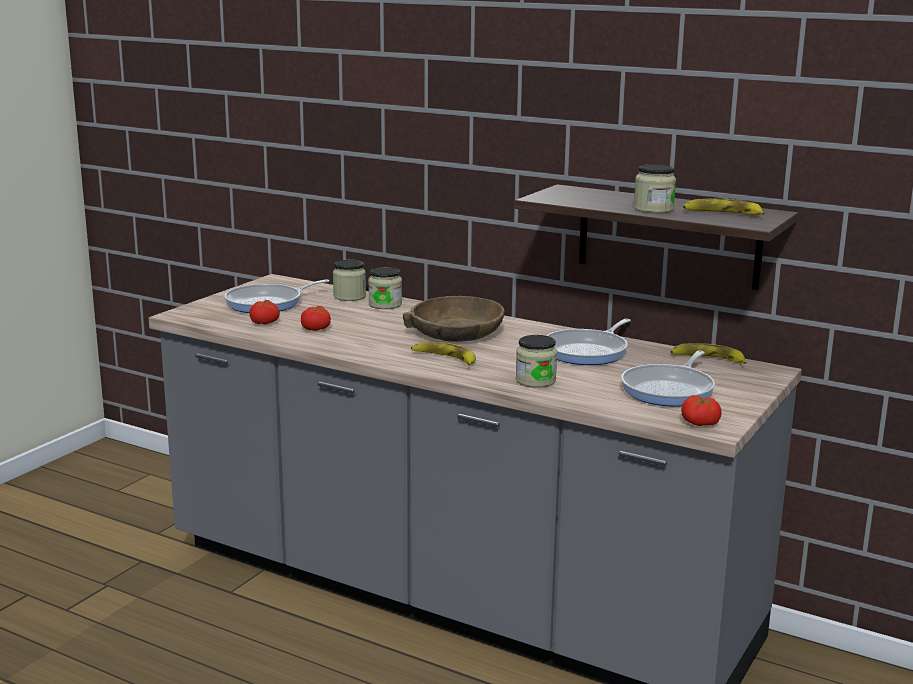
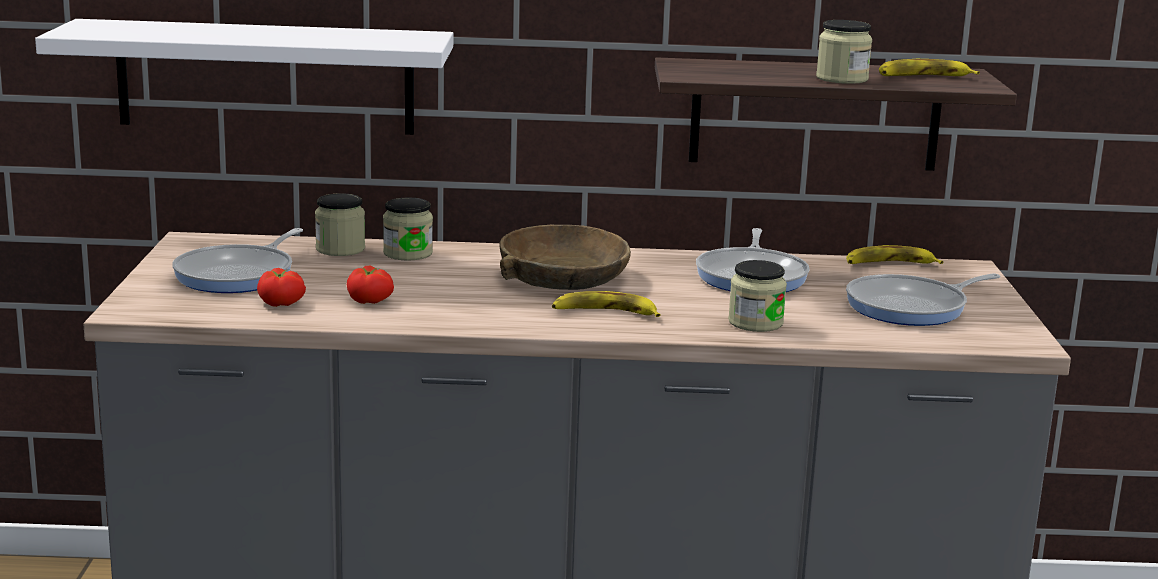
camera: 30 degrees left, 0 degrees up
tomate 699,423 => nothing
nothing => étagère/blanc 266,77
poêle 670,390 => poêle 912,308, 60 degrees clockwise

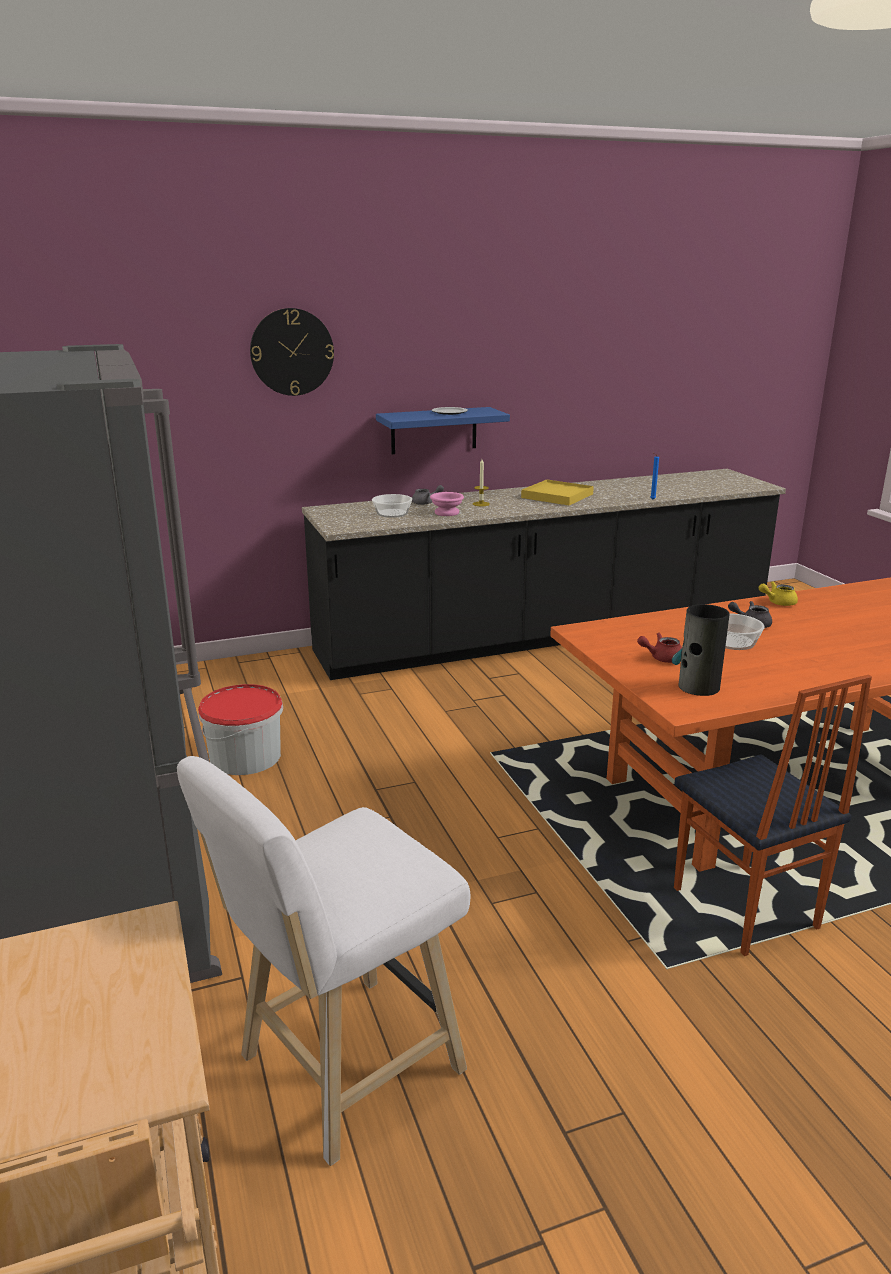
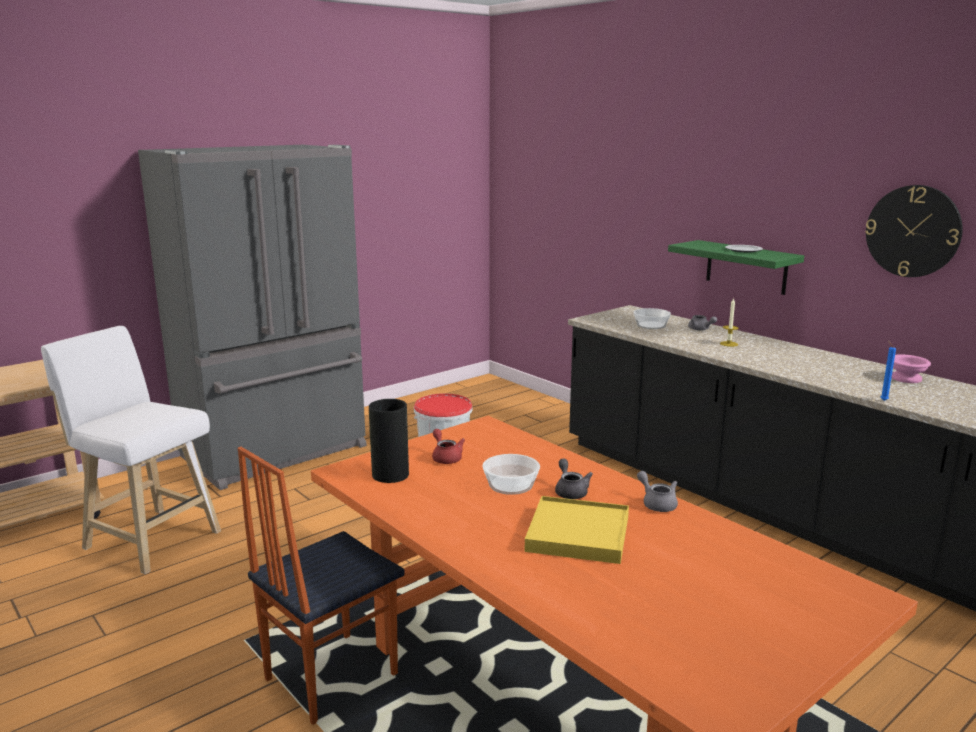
camera: 70 degrees right, 5 degrees down
horloge murale 292,352 => horloge murale 913,231, relocated
bol/rose 448,513 => bol/rose 907,379, relocated
plateau/jaune 557,496 => plateau/jaune 578,534, relocated
étagère/bleu 434,430 => étagère/vert 746,267
théière/jaune 777,602 => théière/gris 657,503

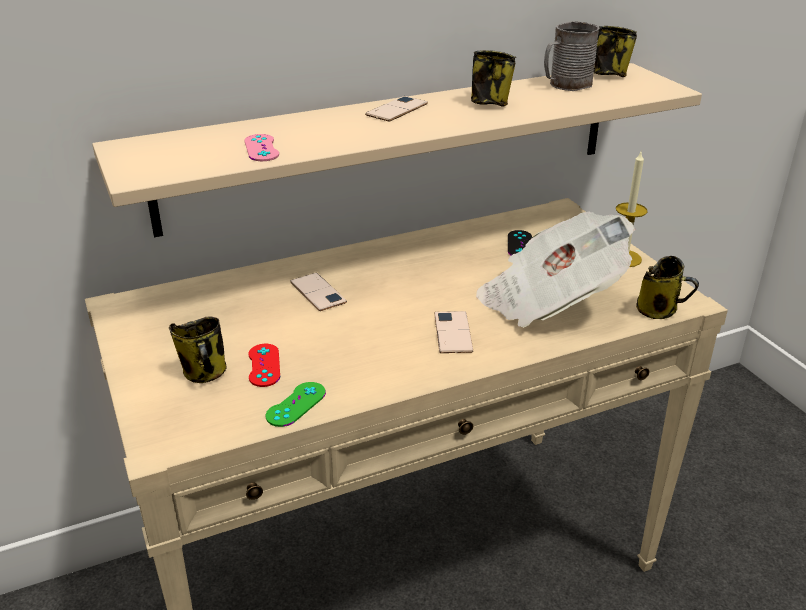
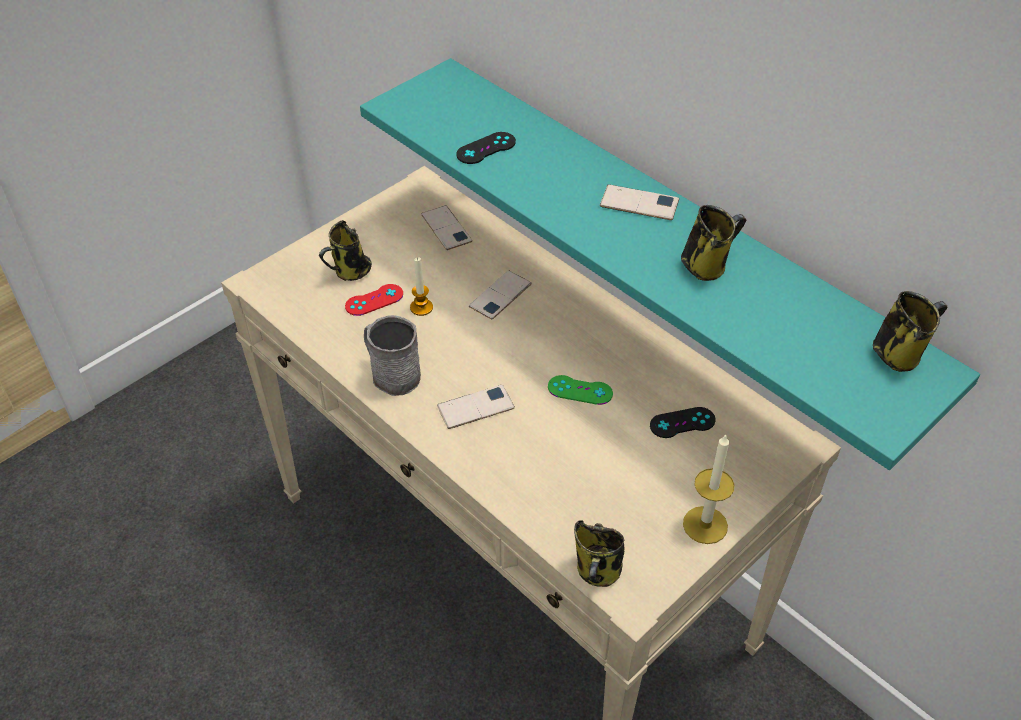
camera: 70 degrees right, 15 degrees up
journal 549,300 => nothing
nothing => bougie 421,307
nothing => téléphone 446,228
manette/vert 296,404 => manette/vert 580,390, relocated
mug/gris 565,85 => mug/gris 391,374, relocated
étagère/beige 394,145 => étagère/turquoise 671,236
manette/rose 261,148 => manette/noir 486,148

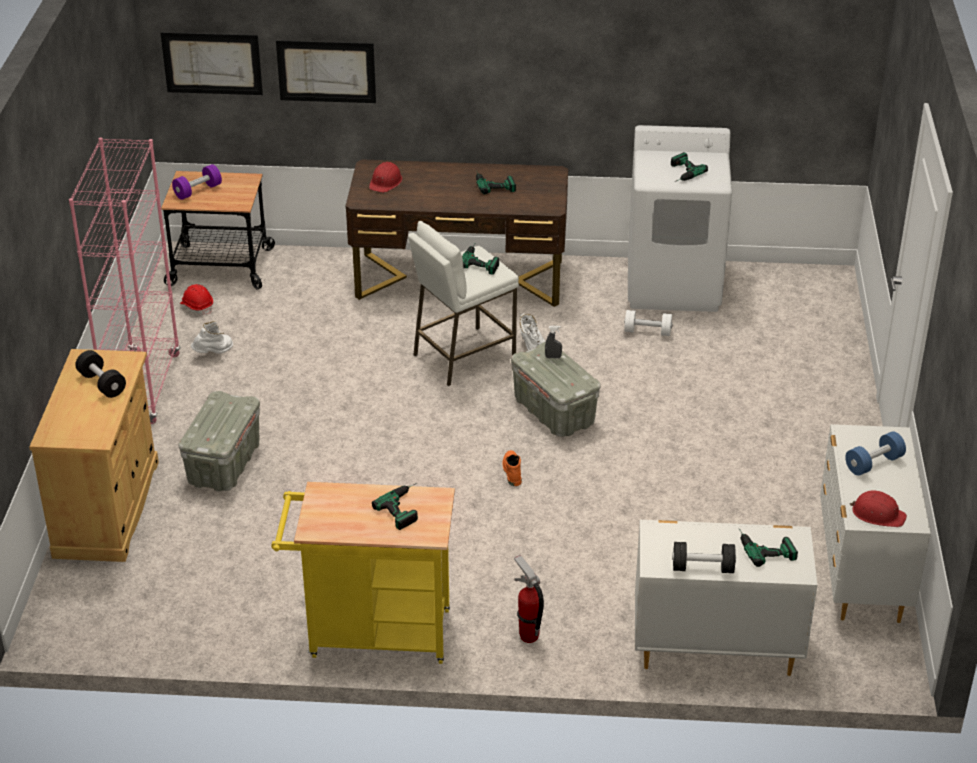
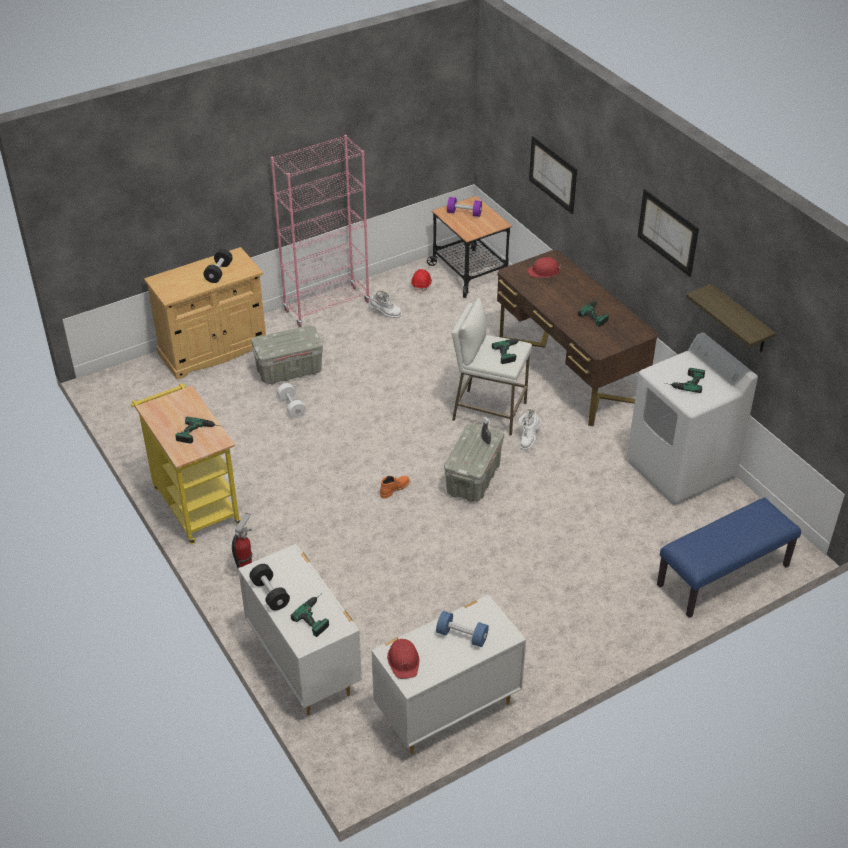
camera: 55 degrees right, 5 degrees up
nothing => banc/bleu 723,576
nothing => étagère 740,320
tableau 212,63 => tableau 667,232, relocated
haltère/blanc 647,332 => haltère/blanc 291,407, relocated

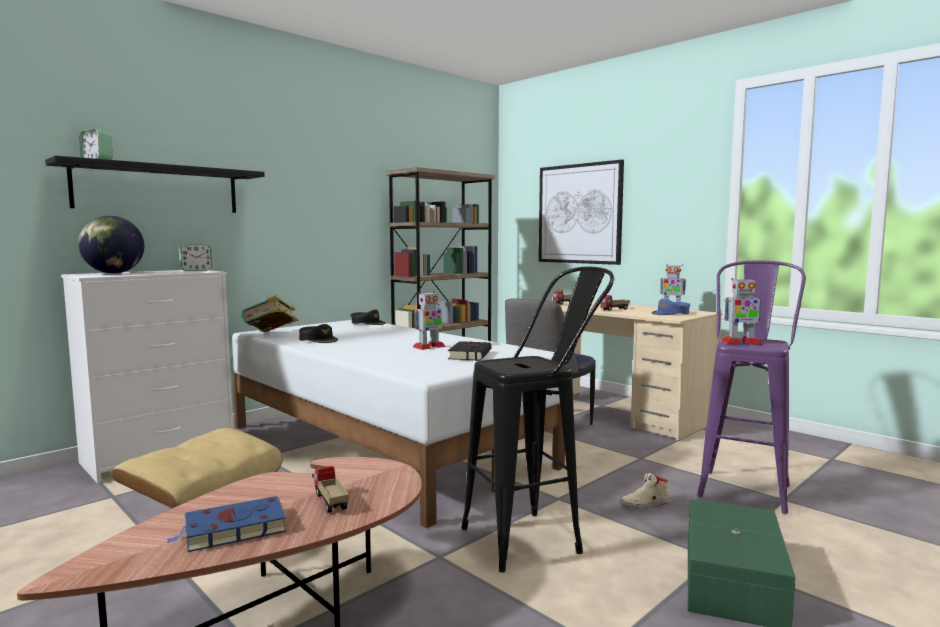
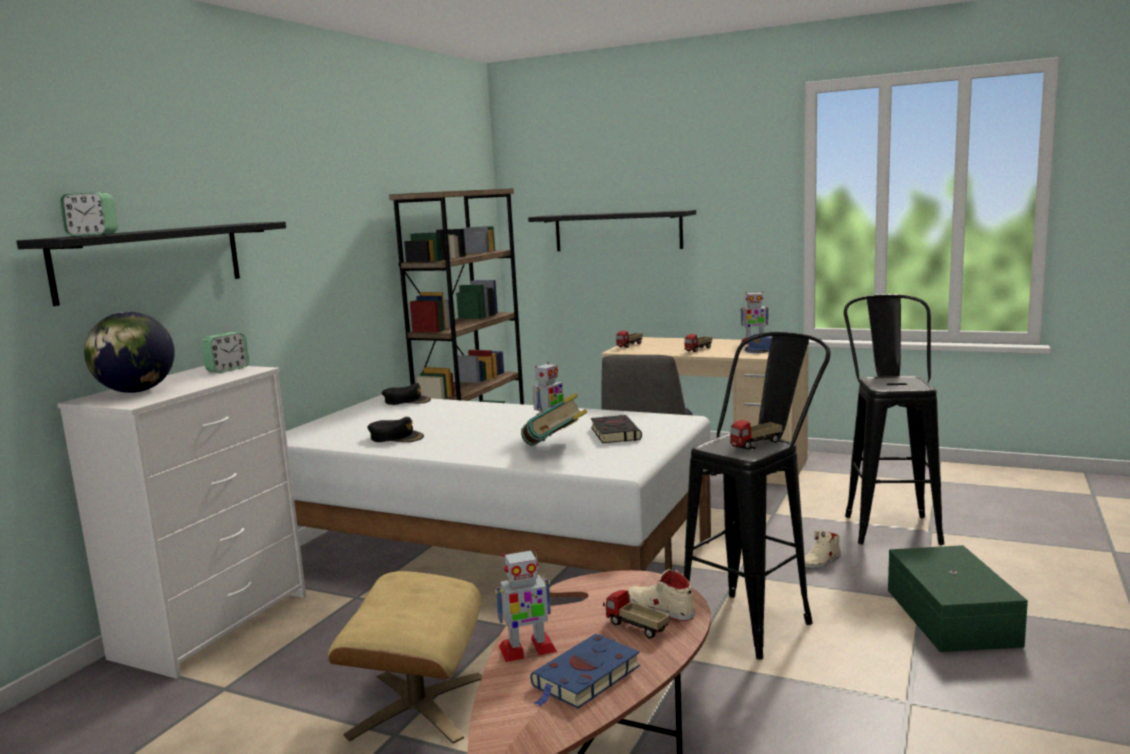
camera: 20 degrees left, 5 degrees up
nothing => chaussure/beige 659,608
nothing => camion jouet 756,444
livre 271,334 => livre 555,448, relocated
robot jouet 740,342 => robot jouet 527,649, relocated
tableau 579,214 => étagère/noir 617,231
tabouret/violet 745,485 => tabouret/noir 888,524

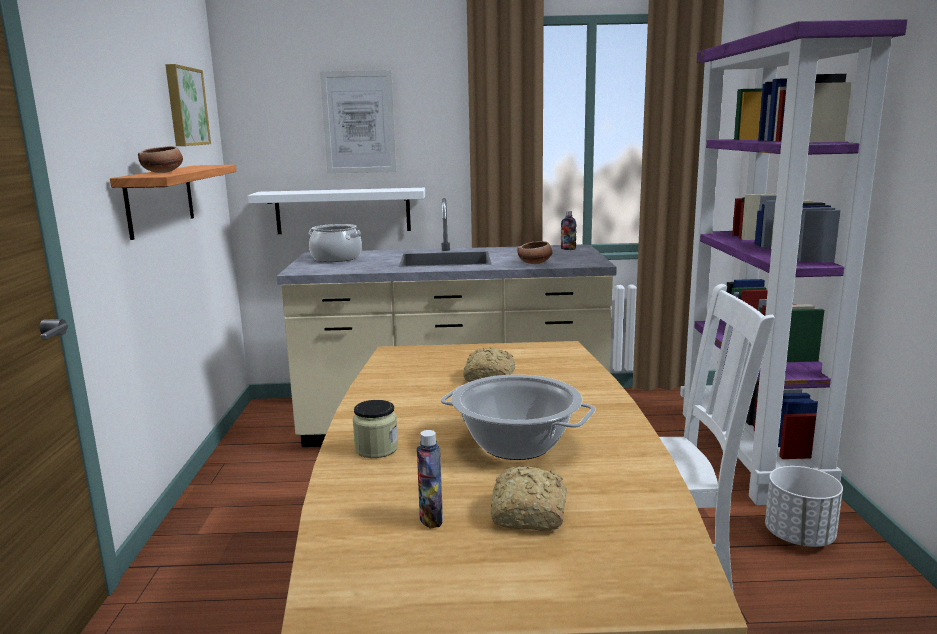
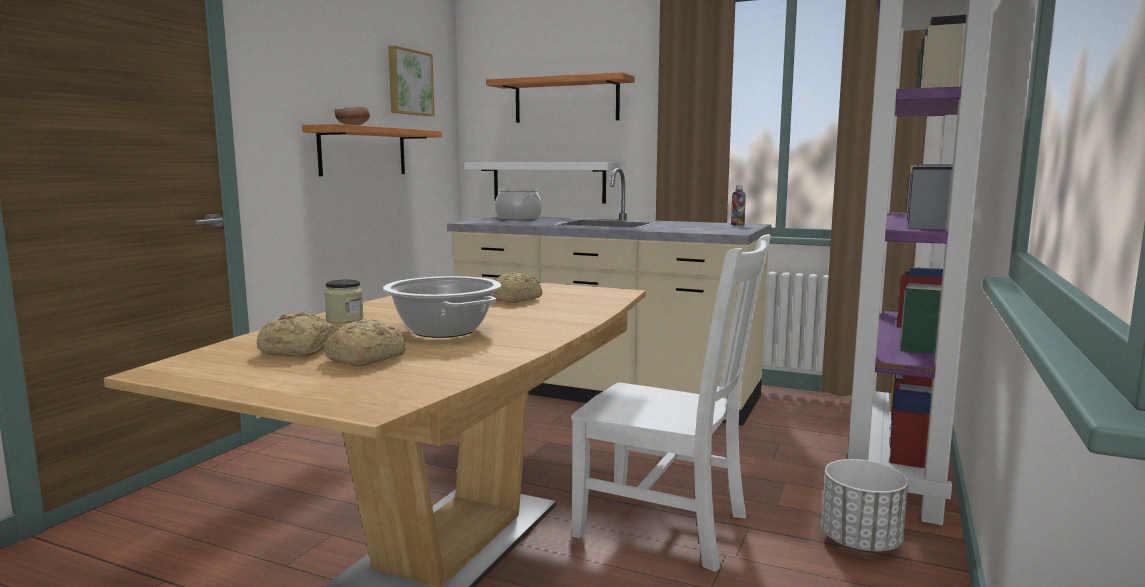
camera: 25 degrees right, 5 degrees down
bol 536,263 => nothing
tableau 359,122 => étagère 566,100
bouteille 431,519 => pain 299,351

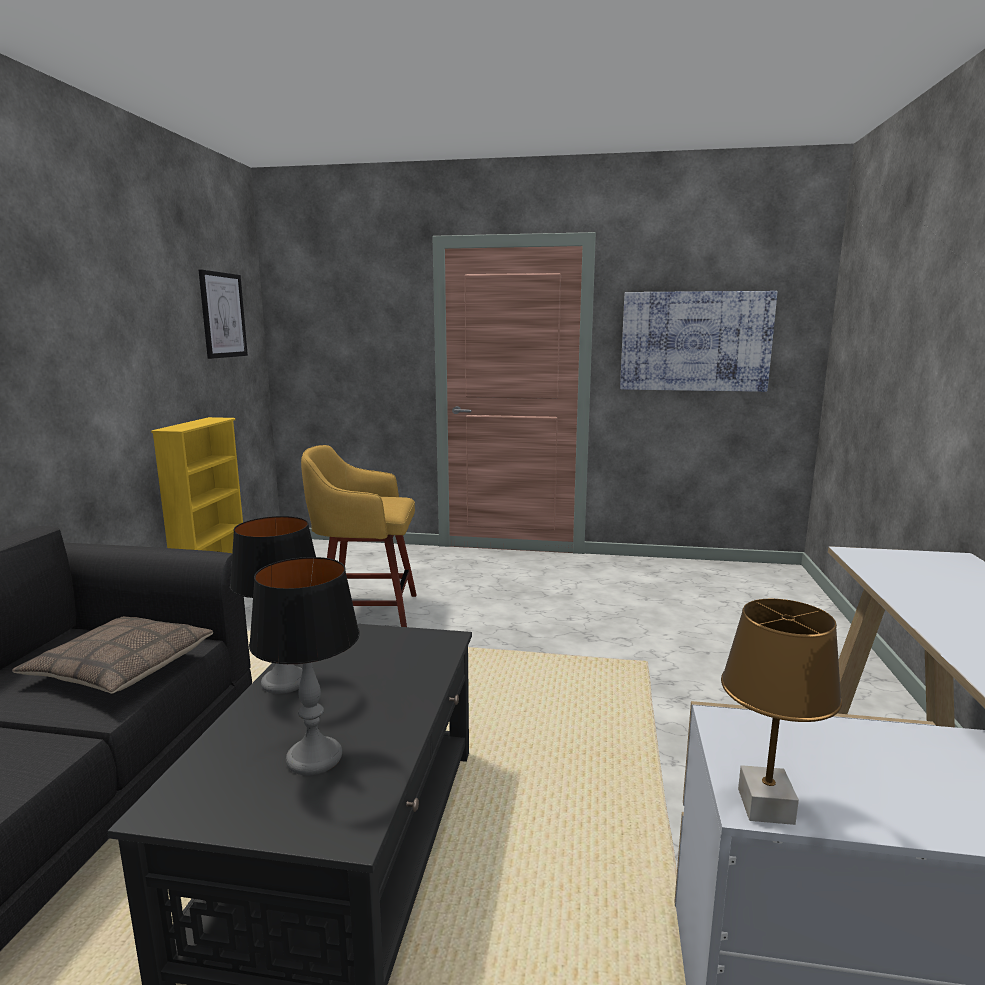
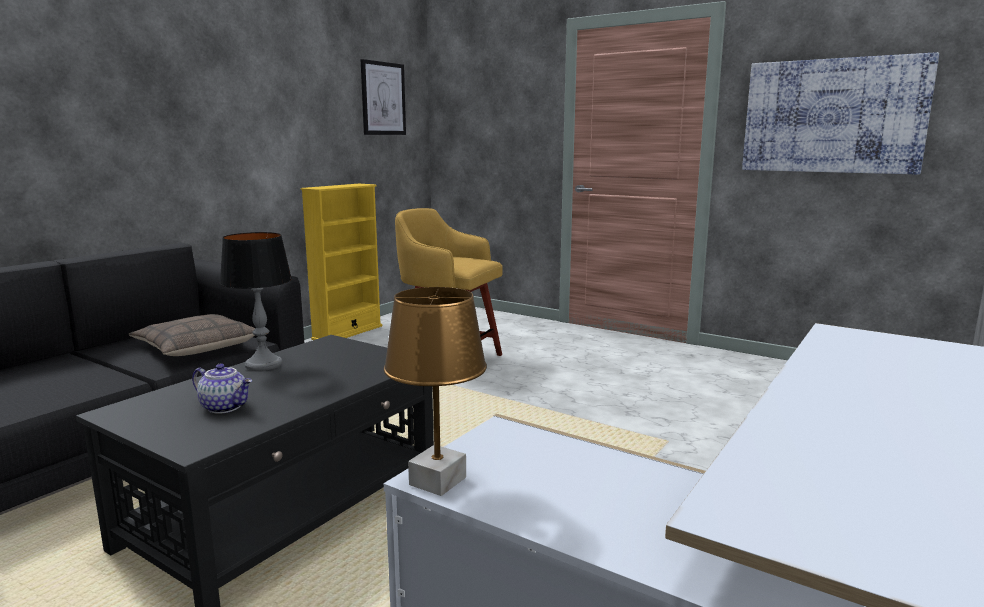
camera: 25 degrees right, 0 degrees up
lampe de table 314,757 => théière 226,407

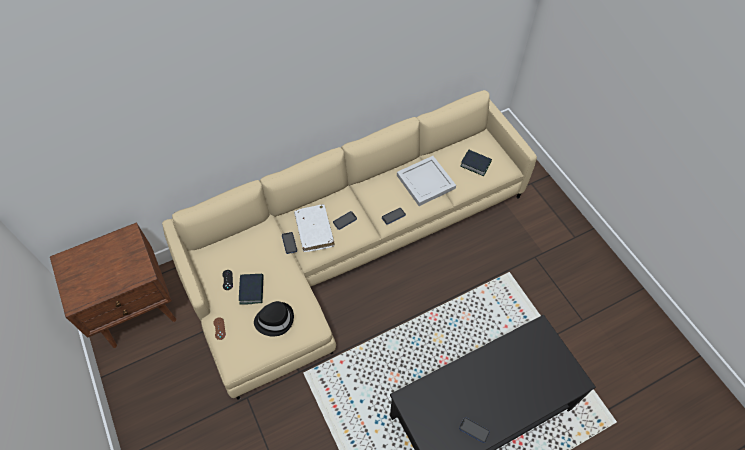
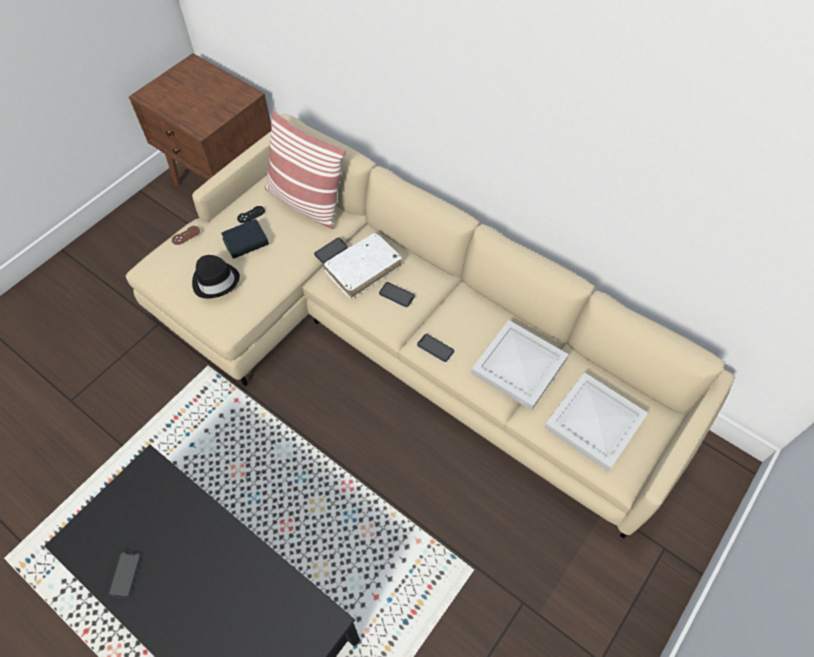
camera: 65 degrees right, 0 degrees up
nothing => coussin 306,202
livre 475,164 => plateau/blanc 596,422

